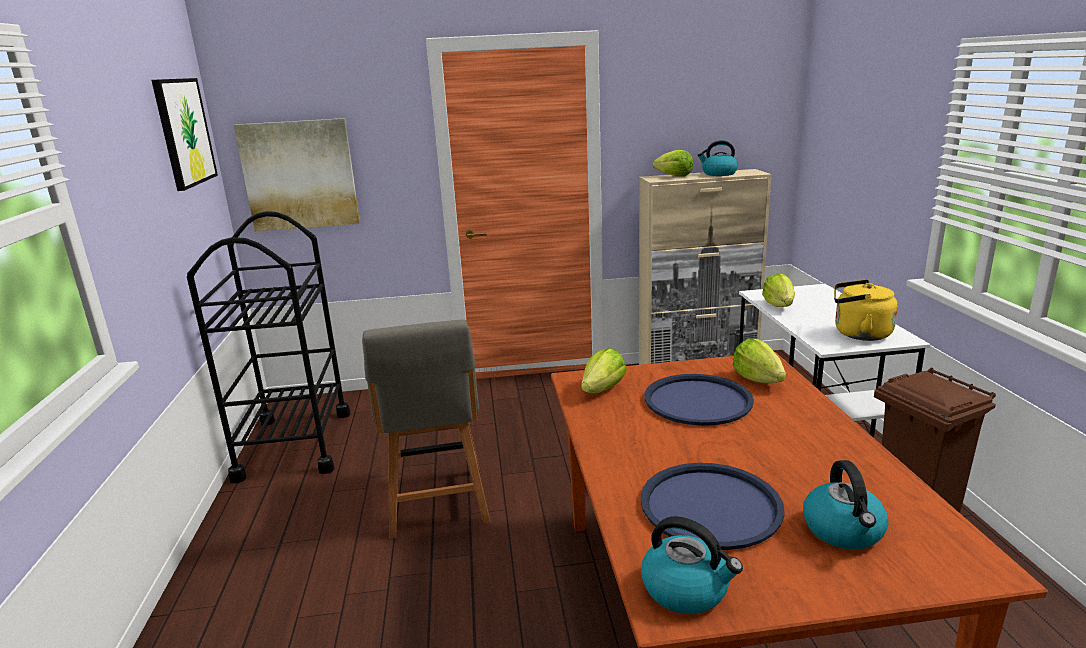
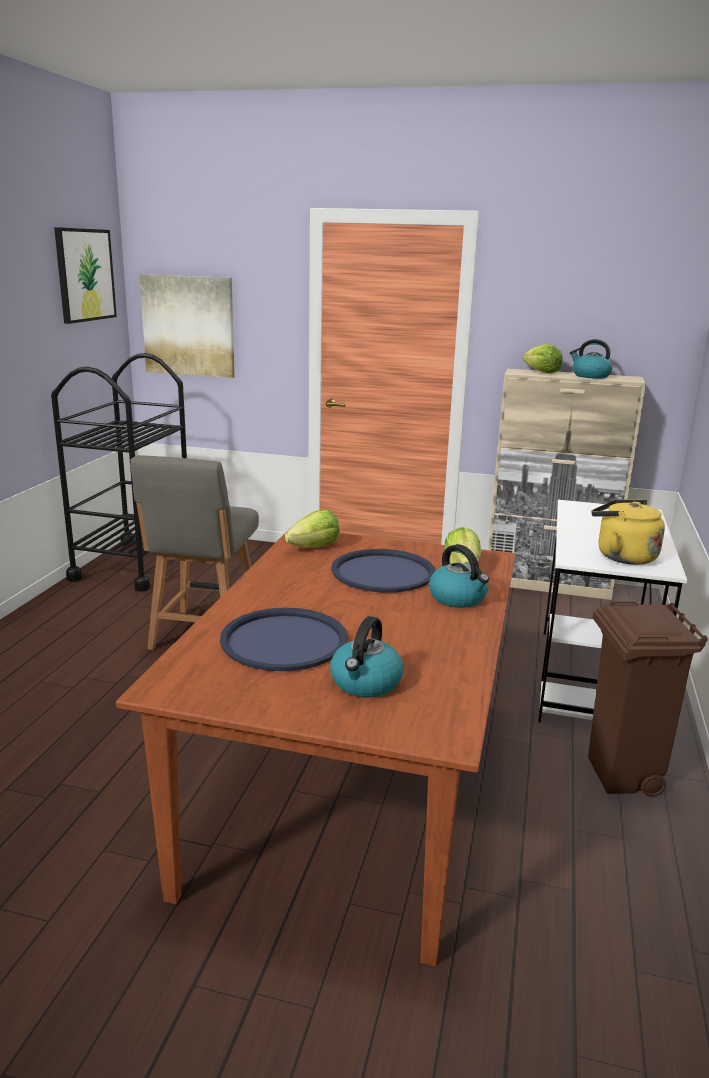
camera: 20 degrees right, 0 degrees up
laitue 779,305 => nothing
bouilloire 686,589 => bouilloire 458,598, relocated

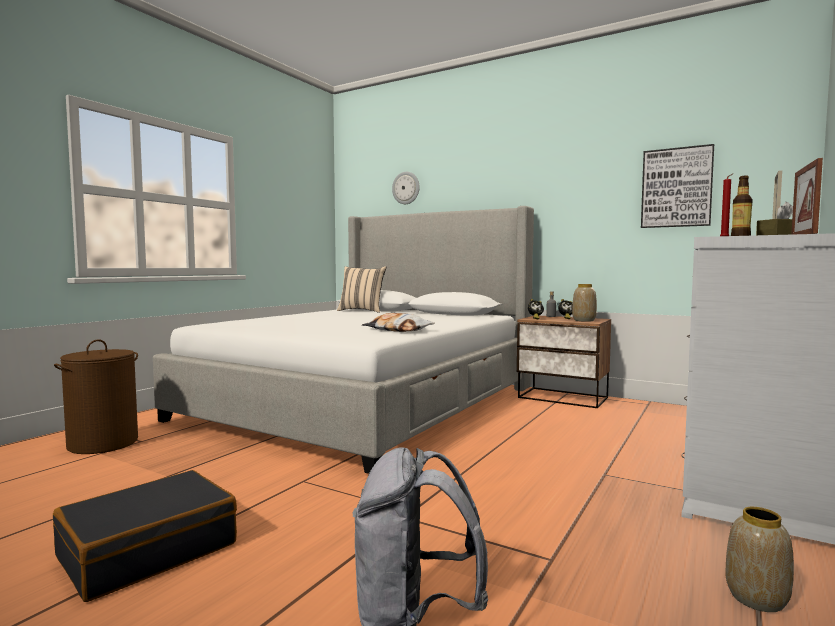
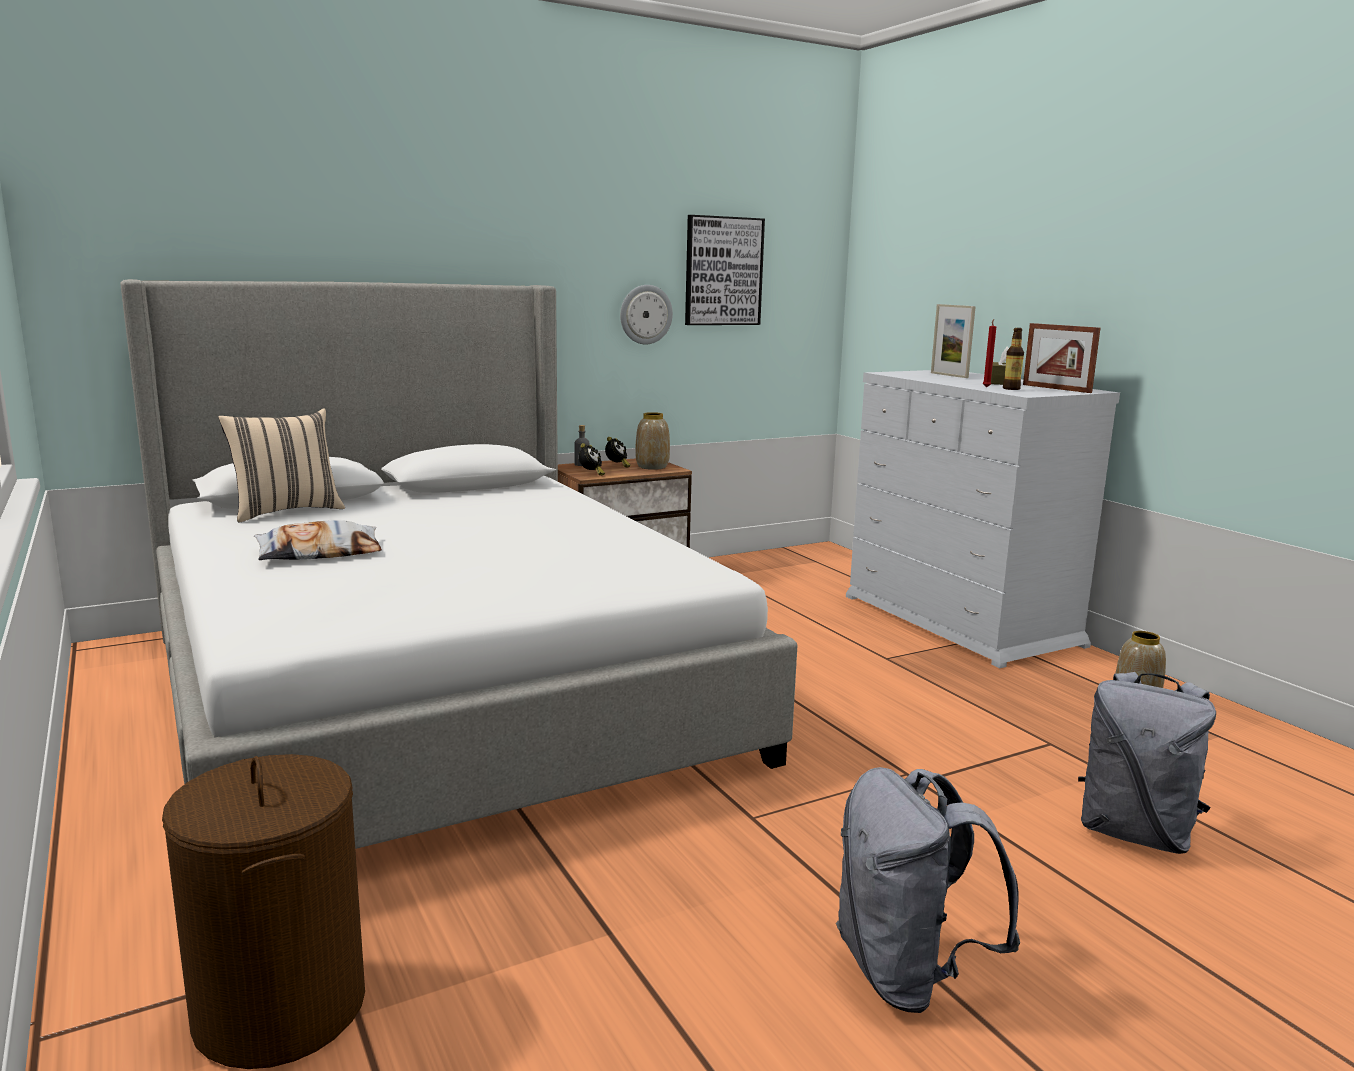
camera: 60 degrees left, 10 degrees up
coussin 398,330 => coussin 319,553, relocated
horloge murale 406,188 => horloge murale 645,314, relocated
valise/noir 148,550 => sac à dos/gris 907,974

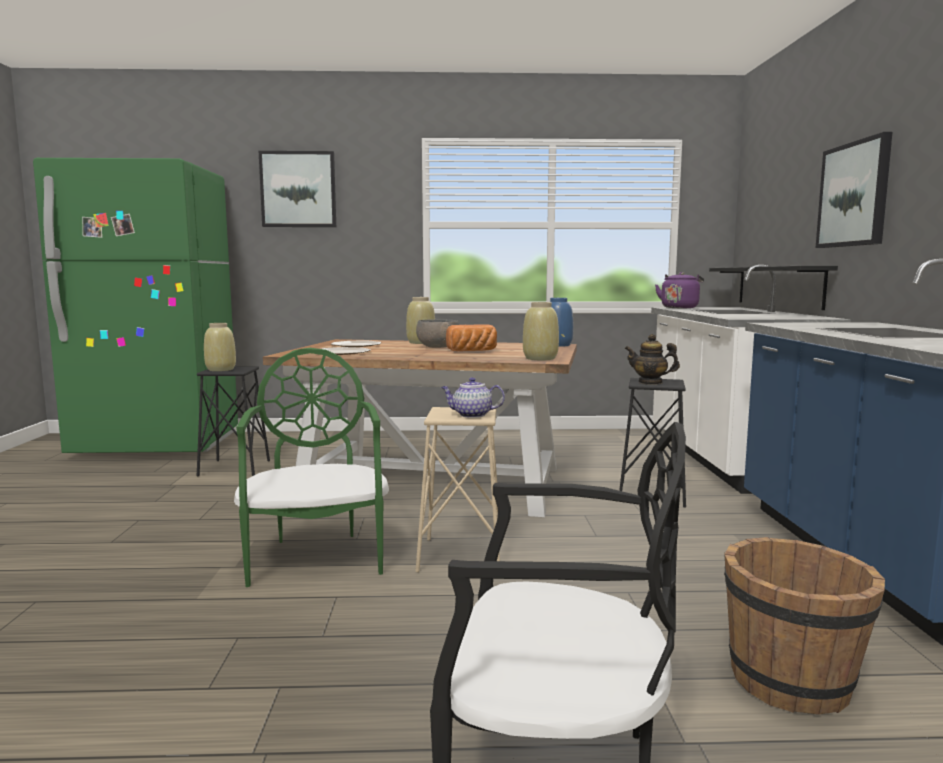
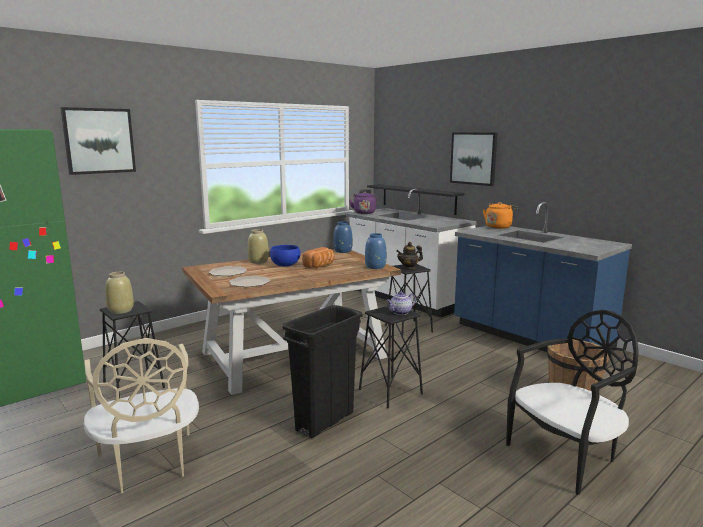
camera: 40 degrees left, 5 degrees up
nothing => chaise/beige 148,464
nothing => bouilloire/orange 498,227
chaise/vert 317,556 => poubelle/noir 325,421
bol/gris 438,347 => bol/bleu 285,265
tabouret/beige 460,556 => tabouret/noir 390,392
vase/beige 540,358 => vase/bleu 375,267

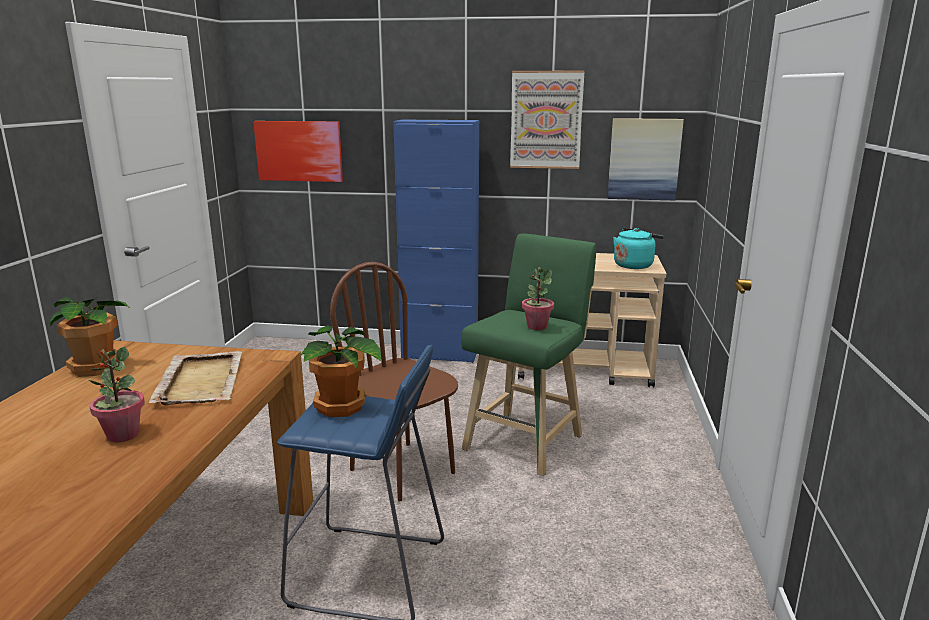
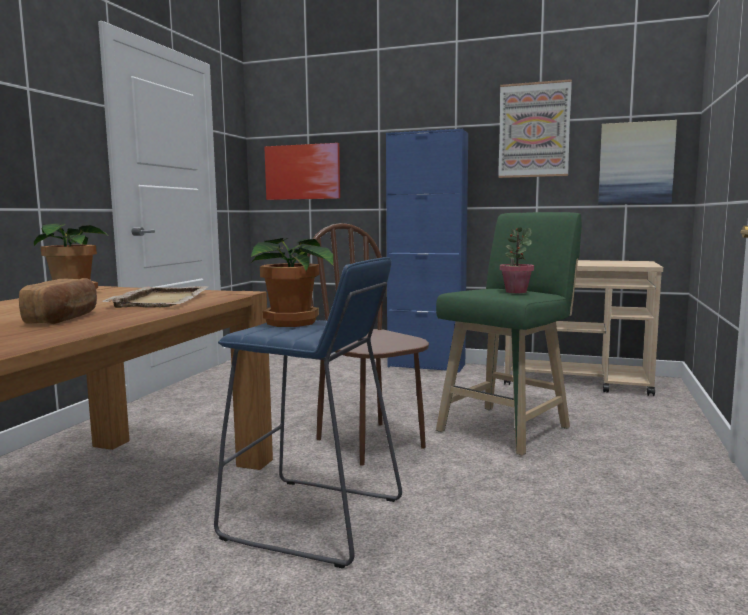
camera: 10 degrees right, 10 degrees down
bouilloire/turquoise 634,265 => nothing
plante en pot 122,435 => pain 64,318

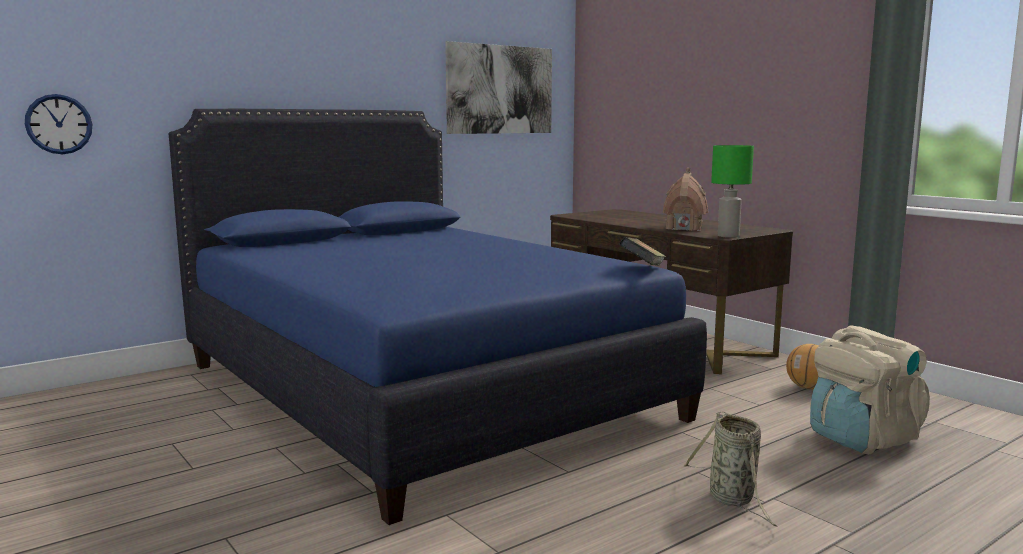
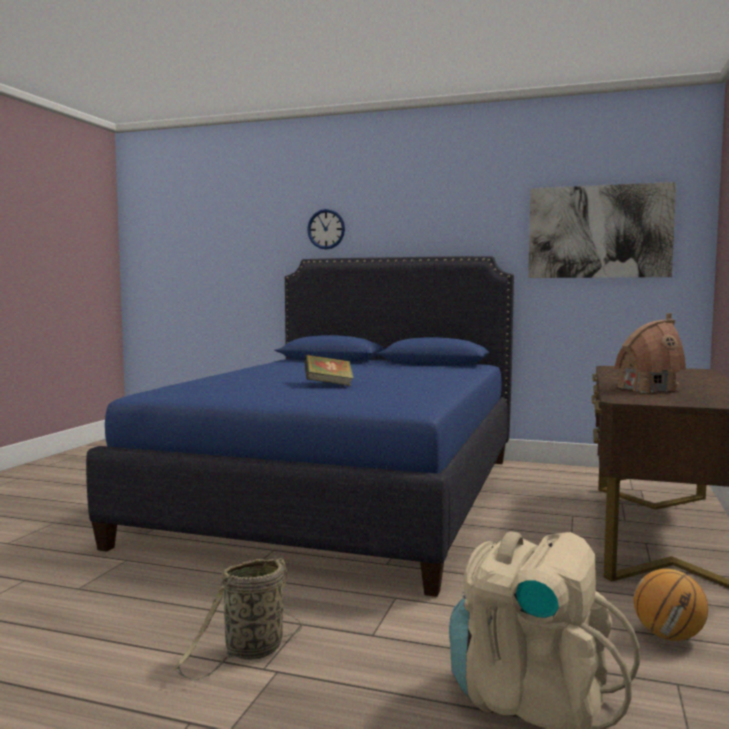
camera: 55 degrees right, 5 degrees down
lampe de table/vert 727,236 => nothing
horloge murale 59,124 => horloge murale 326,229, relocated
livre 642,268 => livre 328,385, relocated

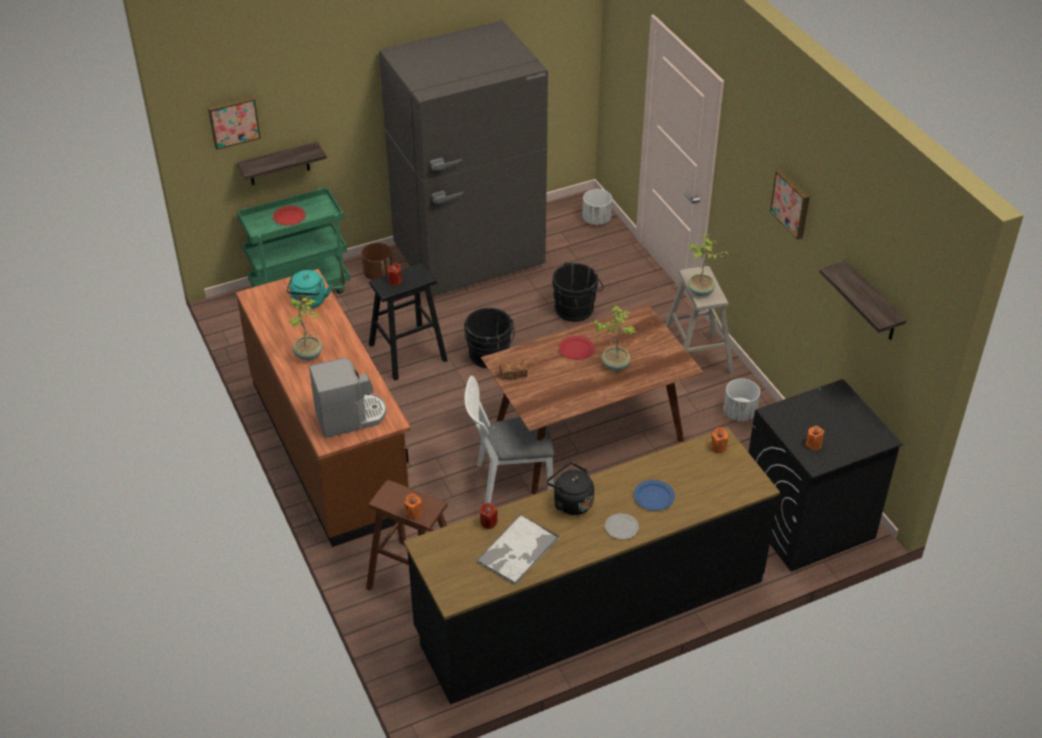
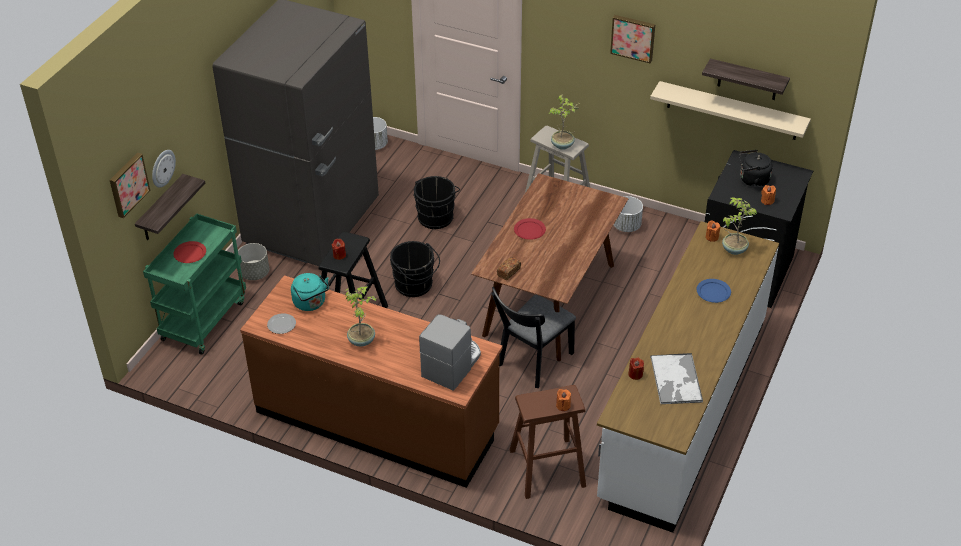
camera: 40 degrees left, 0 degrees up
nothing => horloge murale 162,168
nothing => étagère/beige 732,111
bouilloire/noir 570,502 => bouilloire/noir 752,180, relocated
plante en pot 615,364 => plante en pot 733,249, relocated
assiette 622,527 => assiette 282,324, relocated
cache-pot/marron 378,274 => cache-pot/gris 255,273
comptoir de cuisine/noir 590,606 => comptoir de cuisine/blanc 682,409
chaise/blanc 508,480 => chaise/noir 532,362

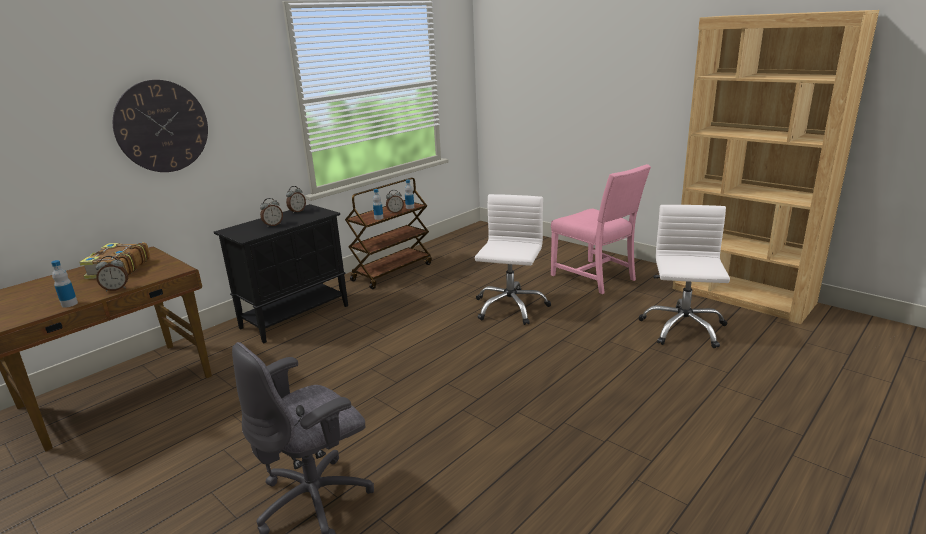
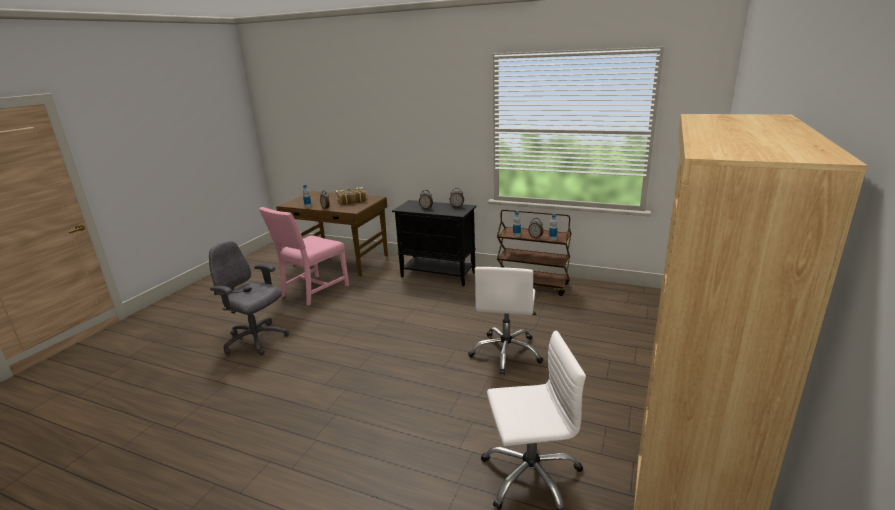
camera: 70 degrees right, 0 degrees up
horloge murale 162,126 => nothing
chaise/rose 596,277 => chaise/rose 313,291, relocated
chaise de bureau/blanc 510,307 => chaise de bureau/blanc 506,353, 105 degrees clockwise

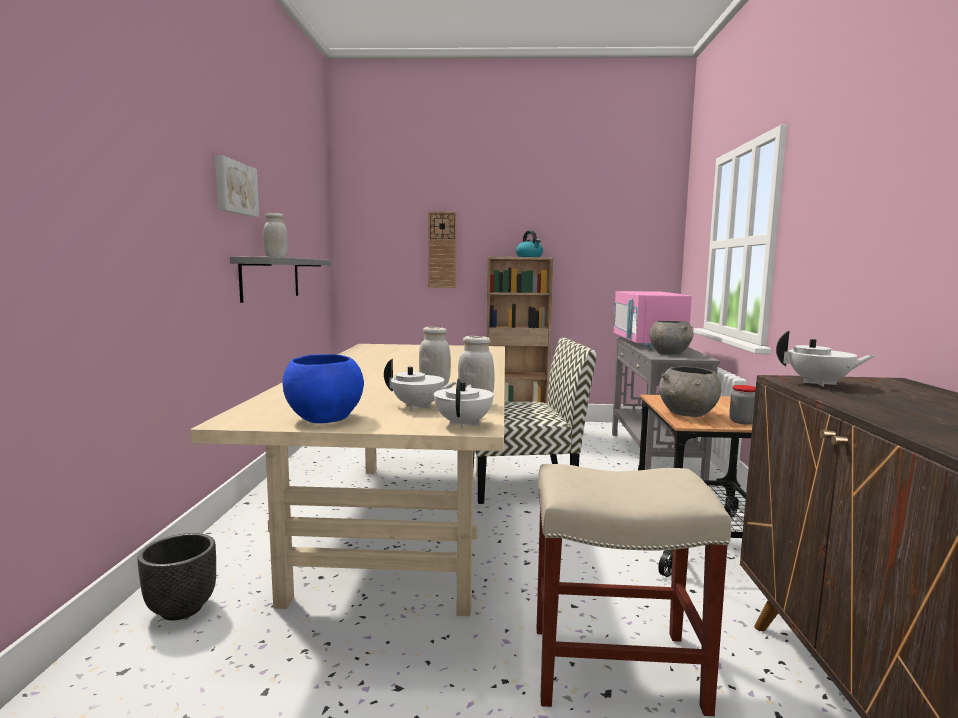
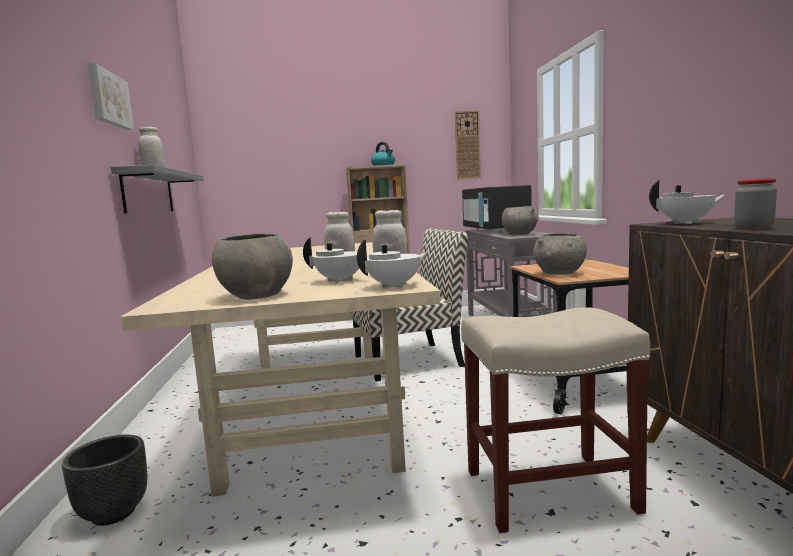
camera: 10 degrees left, 0 degrees up
horloge murale 442,250 => horloge murale 467,145, relocated
bocal 742,422 => bocal 753,228, relocated
bol/bleu 324,418 => bol/gris 256,295
micro-ondes/rose 647,343 => micro-ondes/noir 495,231
théière/blanc 464,424 => théière/blanc 395,286, 60 degrees clockwise

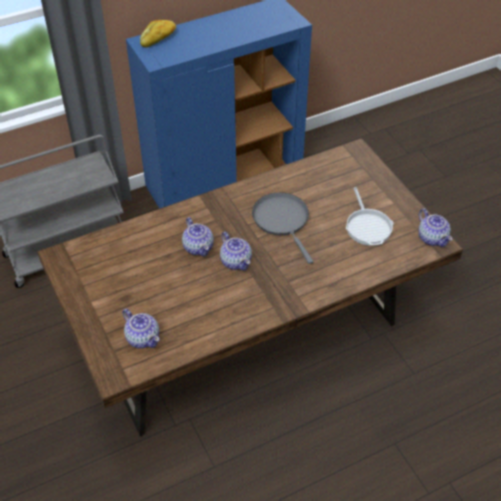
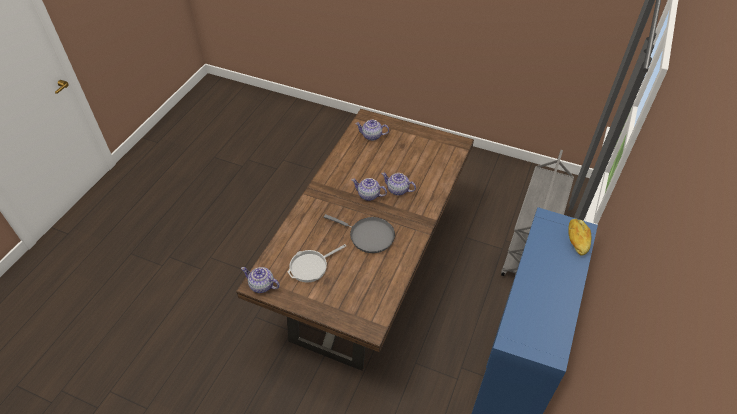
camera: 140 degrees right, 0 degrees up
poêle 368,226 => poêle 311,266, 75 degrees counterclockwise

